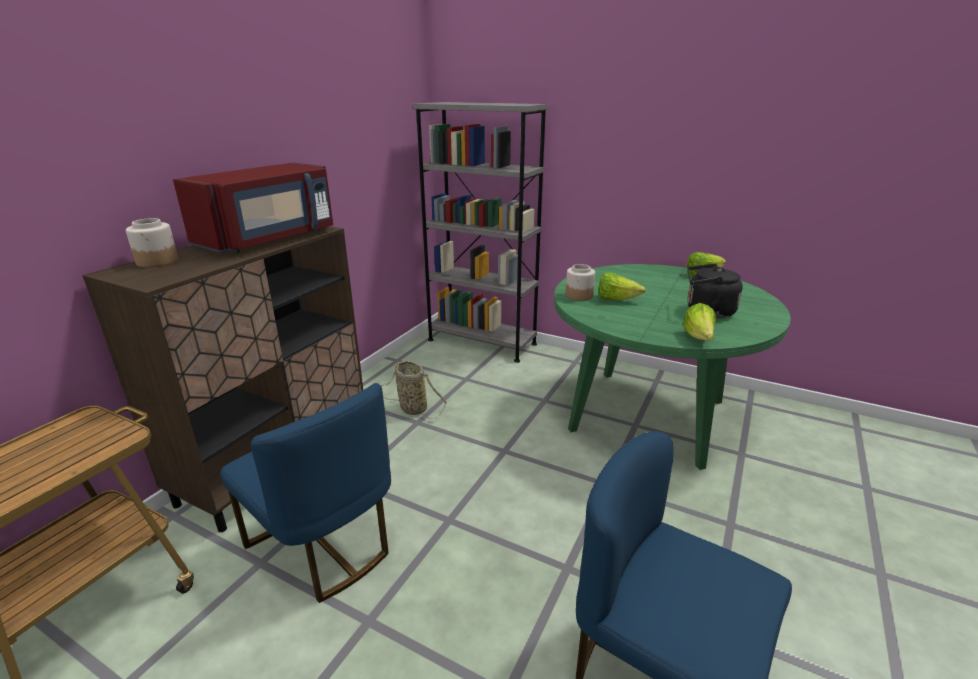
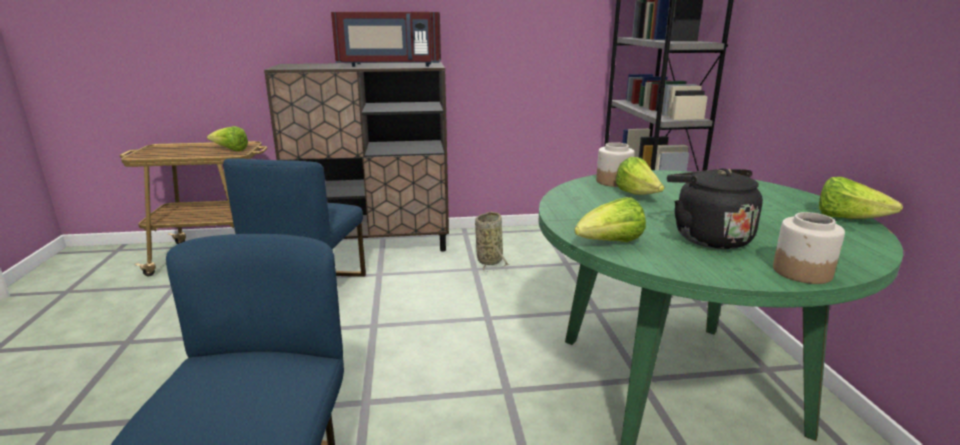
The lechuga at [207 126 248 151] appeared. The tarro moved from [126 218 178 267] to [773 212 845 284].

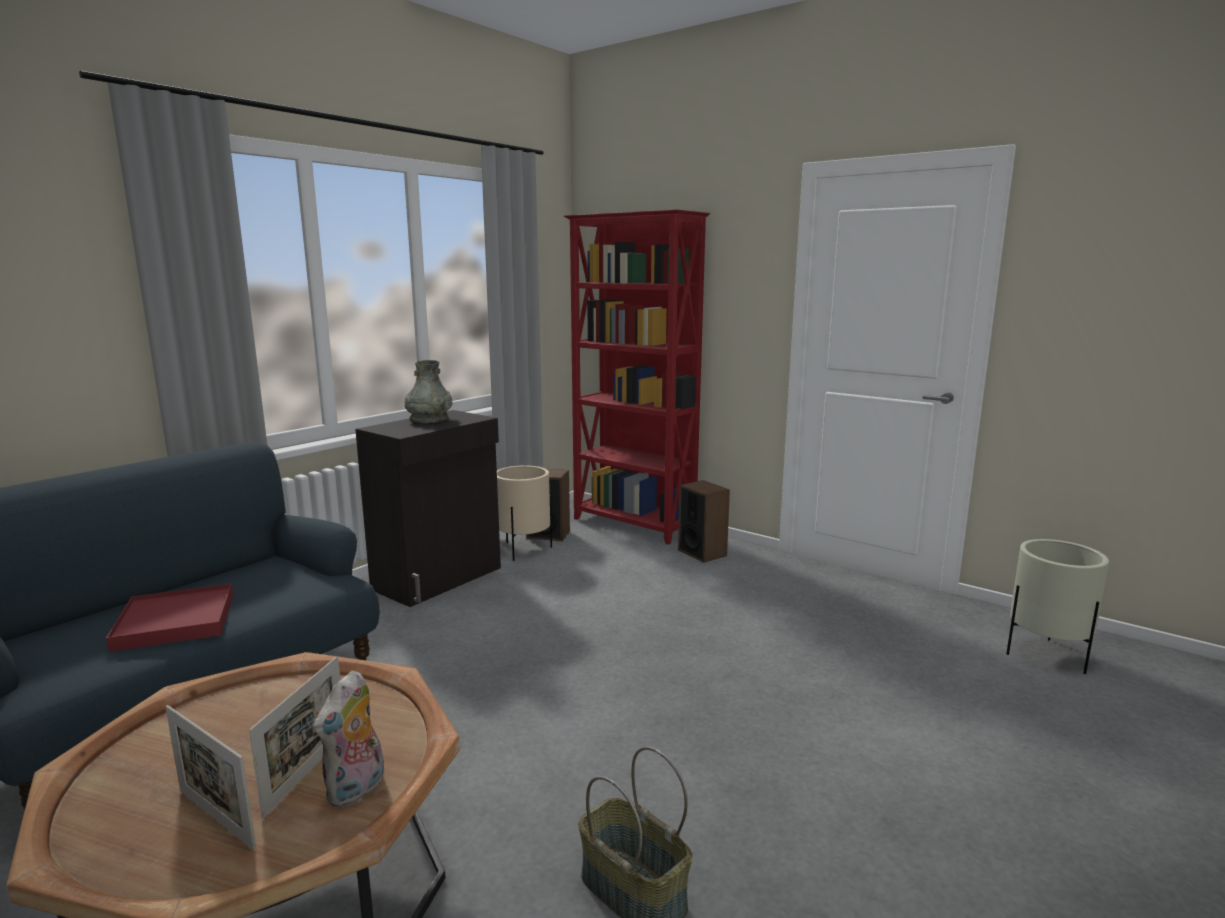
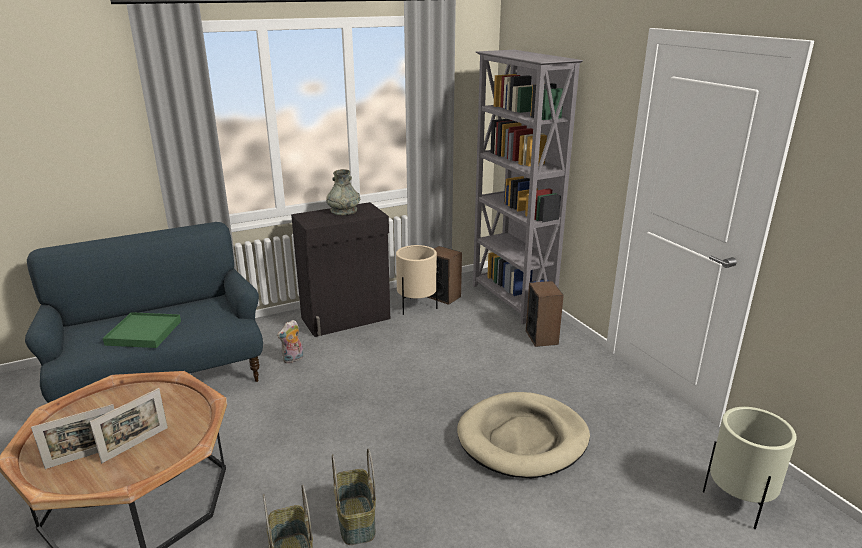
The cesta at [332 448 376 545] appeared. The cama para perro (beis) at [457 392 590 479] appeared. The peluche moved from [313 670 384 808] to [277 320 304 363]. The bandeja (rojo) at [106 584 233 652] became the bandeja (verde) at [103 312 181 348]. The estantería (rojo) at [564 209 710 545] became the estantería (gris) at [473 50 583 324]. The portarretratos at [165 705 256 850] turned 90 degrees counterclockwise.

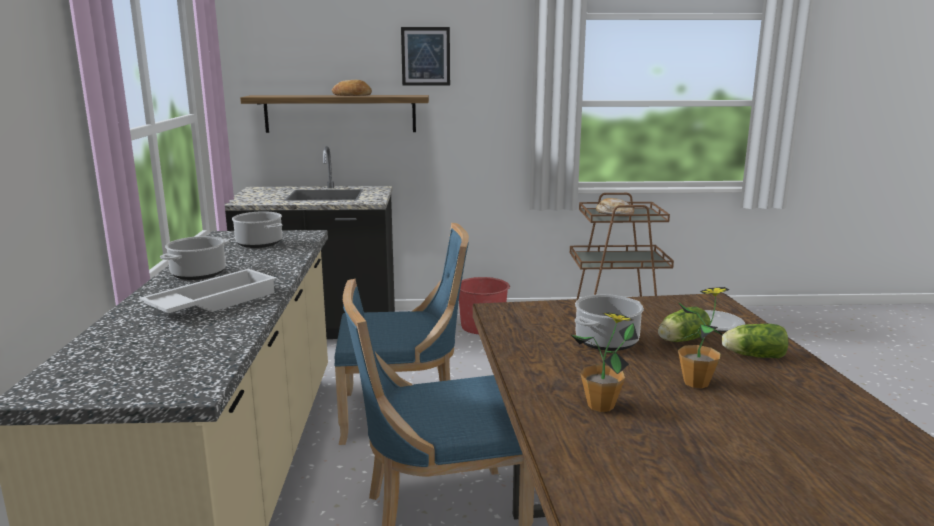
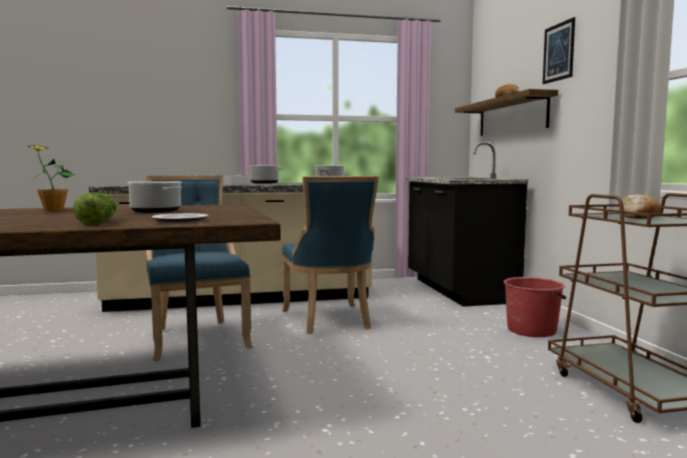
The lechuga at [658 307 711 342] disappeared. The planta en maceta at [677 287 730 388] disappeared.

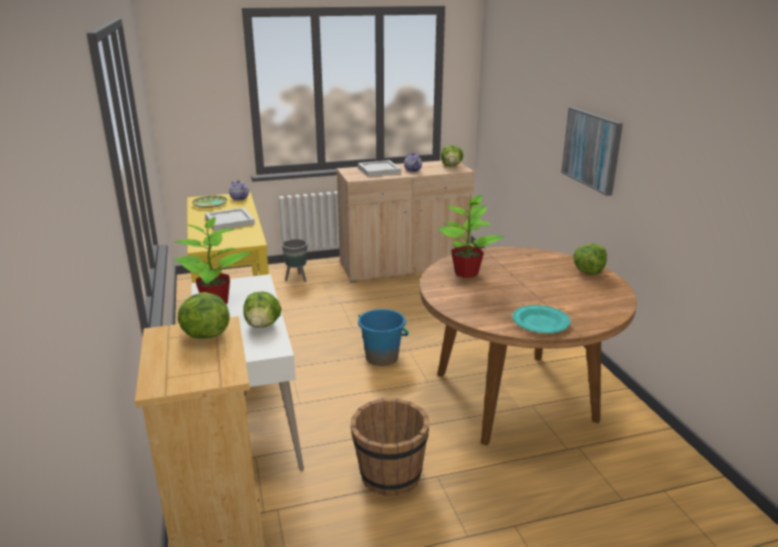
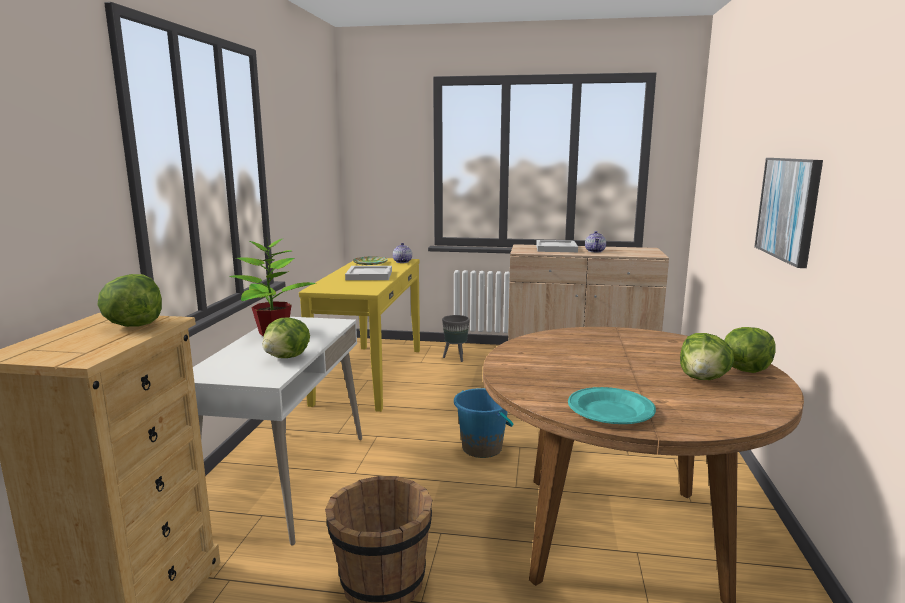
The planta en maceta at [438 195 504 278] disappeared. The lechuga moved from [441 145 463 166] to [680 333 734 380].

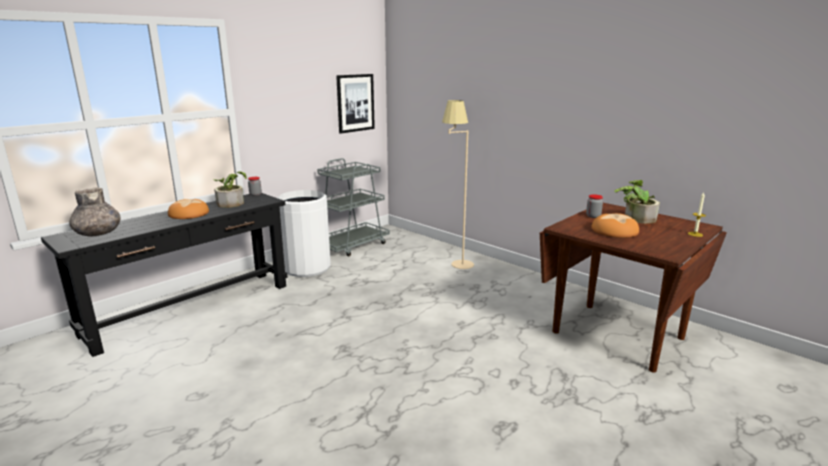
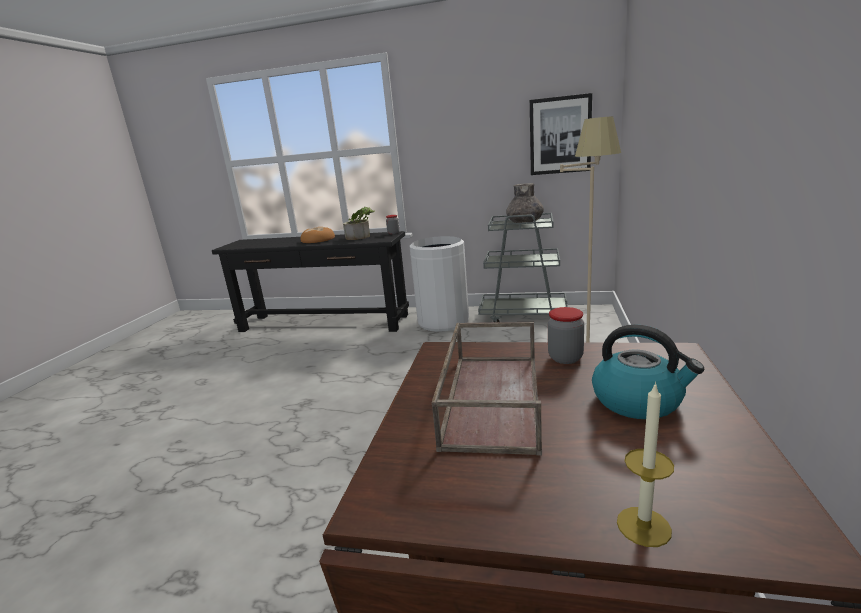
The florero (gris) moved from [69 187 120 237] to [506 183 544 223]. The pan at [591 213 639 238] was replaced by the bandeja (marrón) at [432 322 542 456]. The planta en maceta at [615 180 660 224] was replaced by the hervidor at [592 324 704 419].

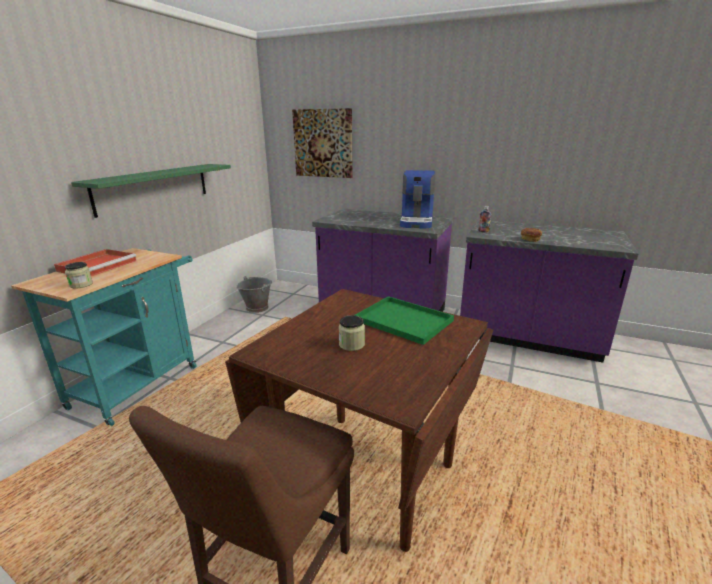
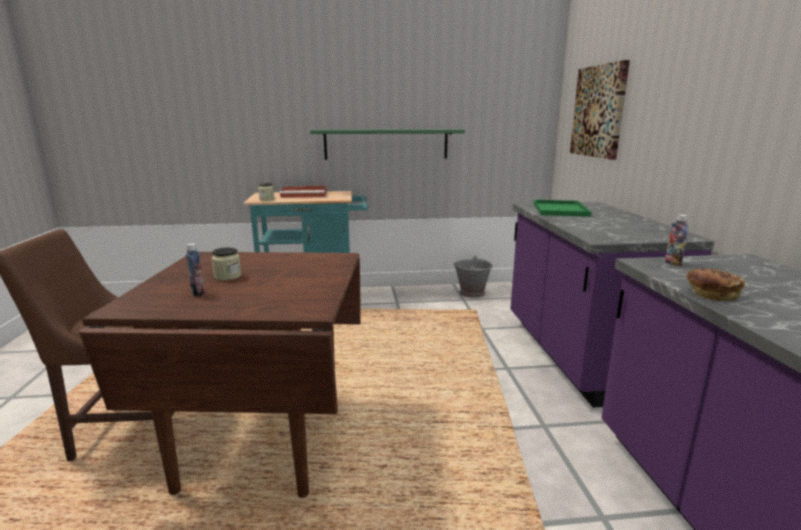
The cafetera at [400 170 435 229] disappeared. The botella at [186 243 205 297] appeared. The bandeja (verde) moved from [355 296 454 345] to [533 200 591 217].

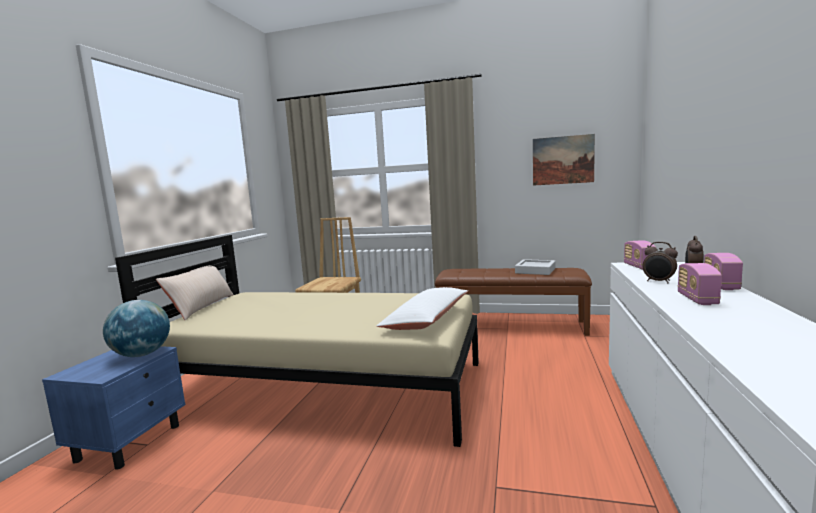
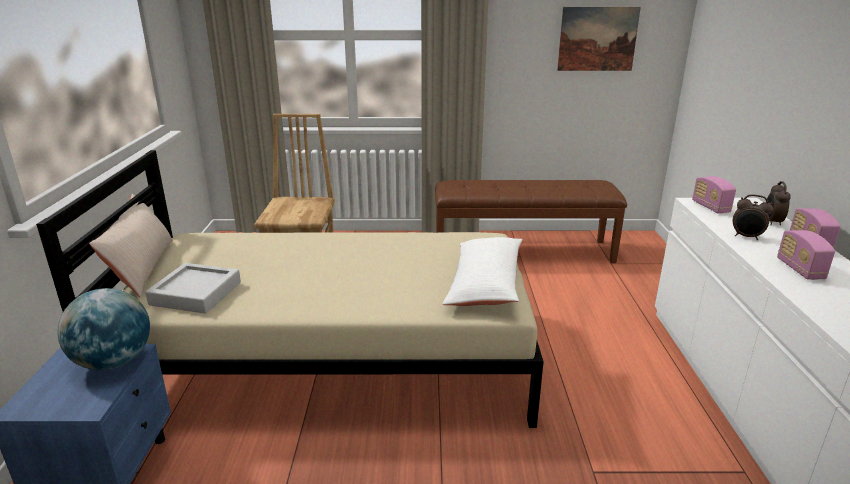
The bandeja (gris) moved from [515 259 556 275] to [145 263 241 314].

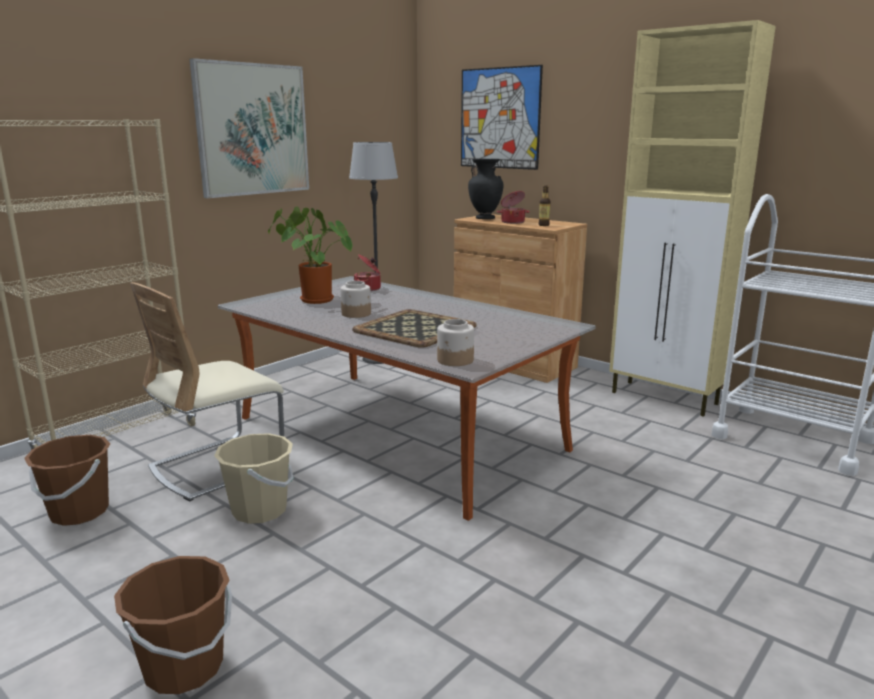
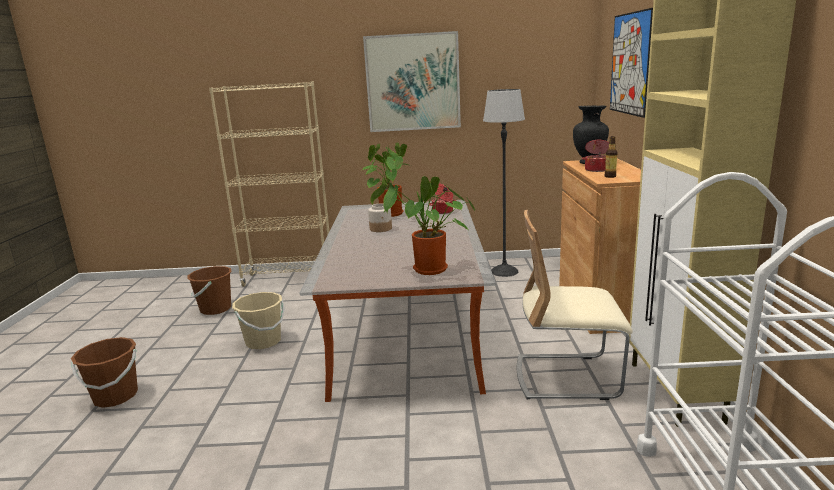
The bandeja at [352 309 477 348] disappeared. The tarro at [437 319 474 366] disappeared. The planta en maceta at [370 176 475 275] appeared. The silla (beis) moved from [130 282 284 501] to [517 210 633 400].

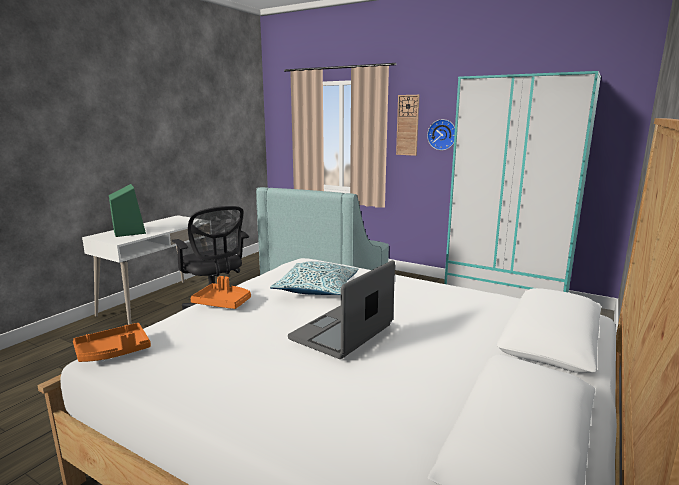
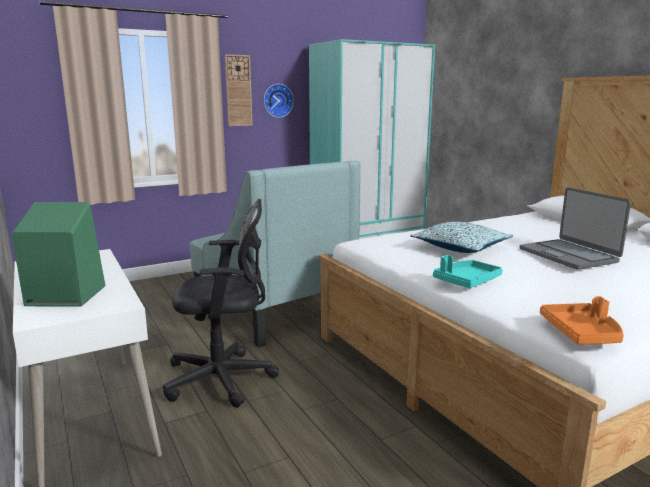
The bandeja (naranja) at [190 276 251 309] became the bandeja (turquesa) at [433 255 503 288].

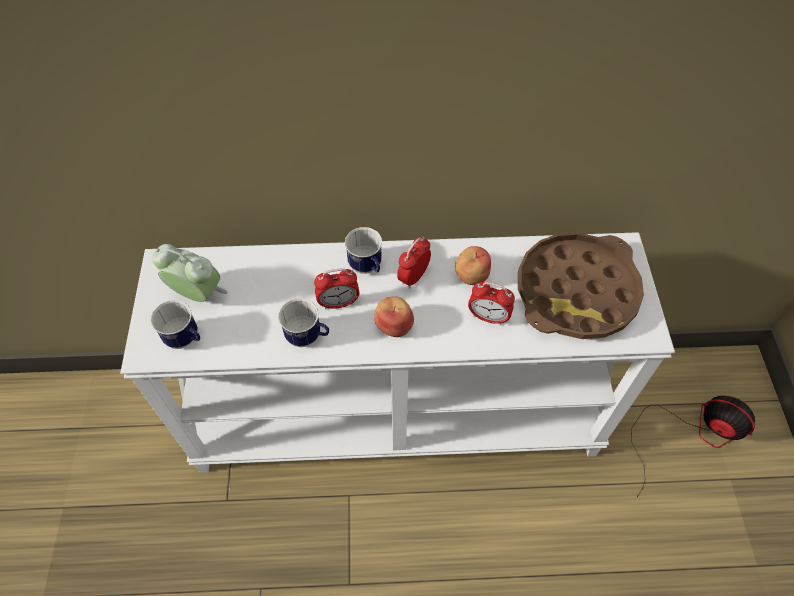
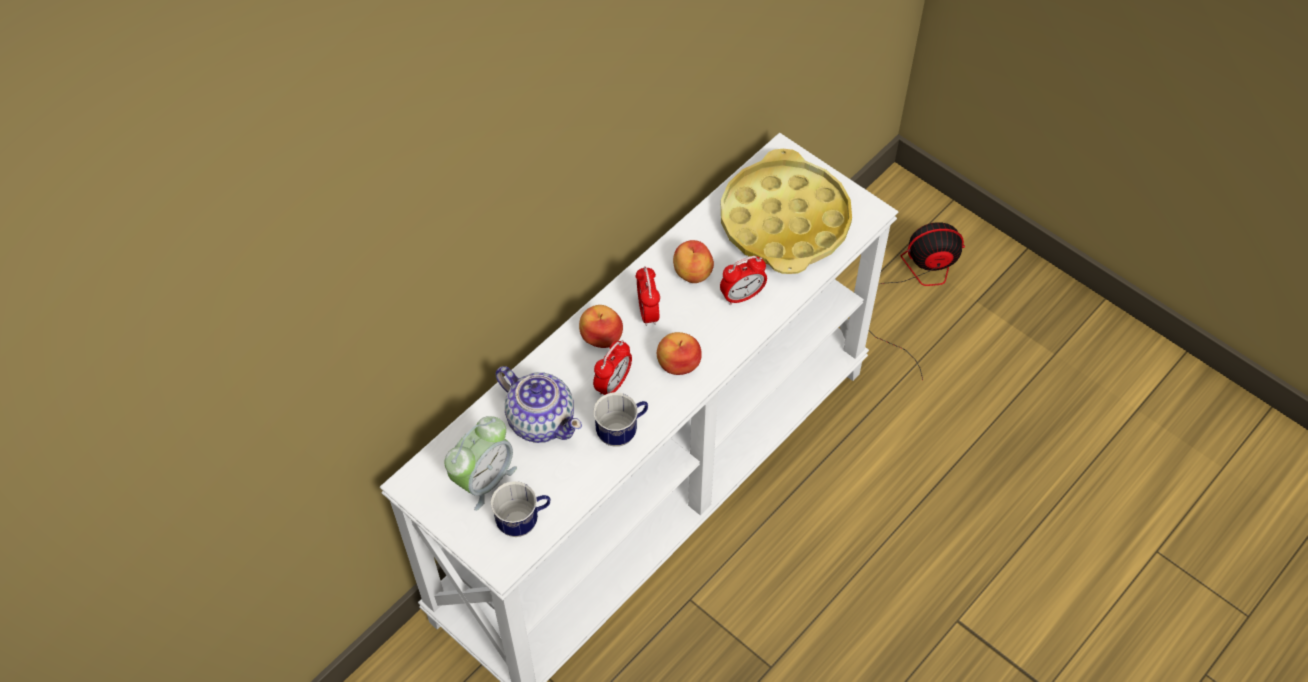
The tetera at [495 366 582 443] appeared. The taza grande at [345 227 382 274] was replaced by the manzana at [579 305 623 348]. The bandeja (marrón) at [518 233 644 339] became the bandeja (amarillo) at [721 149 852 274]. The despertador at [152 244 228 302] turned 150 degrees clockwise.

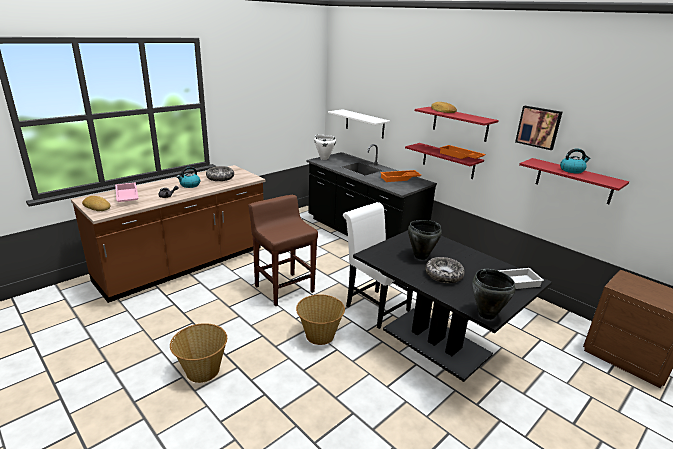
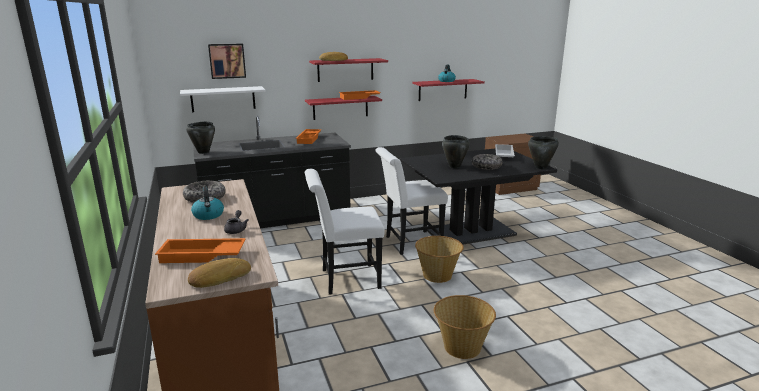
The cuadro moved from [515 106 562 150] to [208 44 246 79]. The taburete (marrón) at [248 195 318 306] was replaced by the silla (blanco) at [305 169 385 295]. The bandeja (rosa) at [115 182 139 202] became the bandeja (naranja) at [155 238 246 263]. The olla (blanco) at [314 135 336 160] became the olla (negro) at [186 122 215 154].

